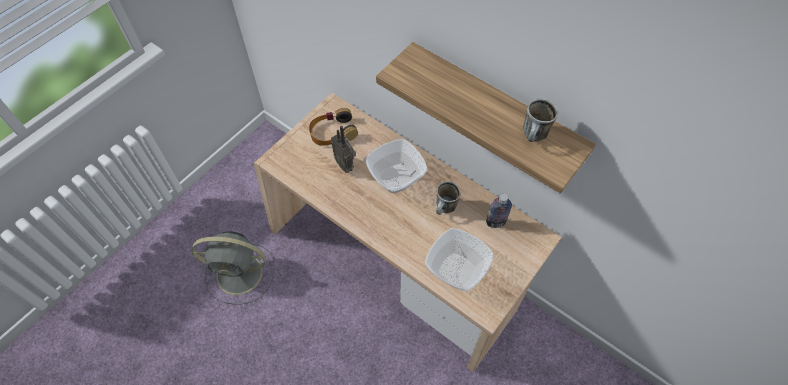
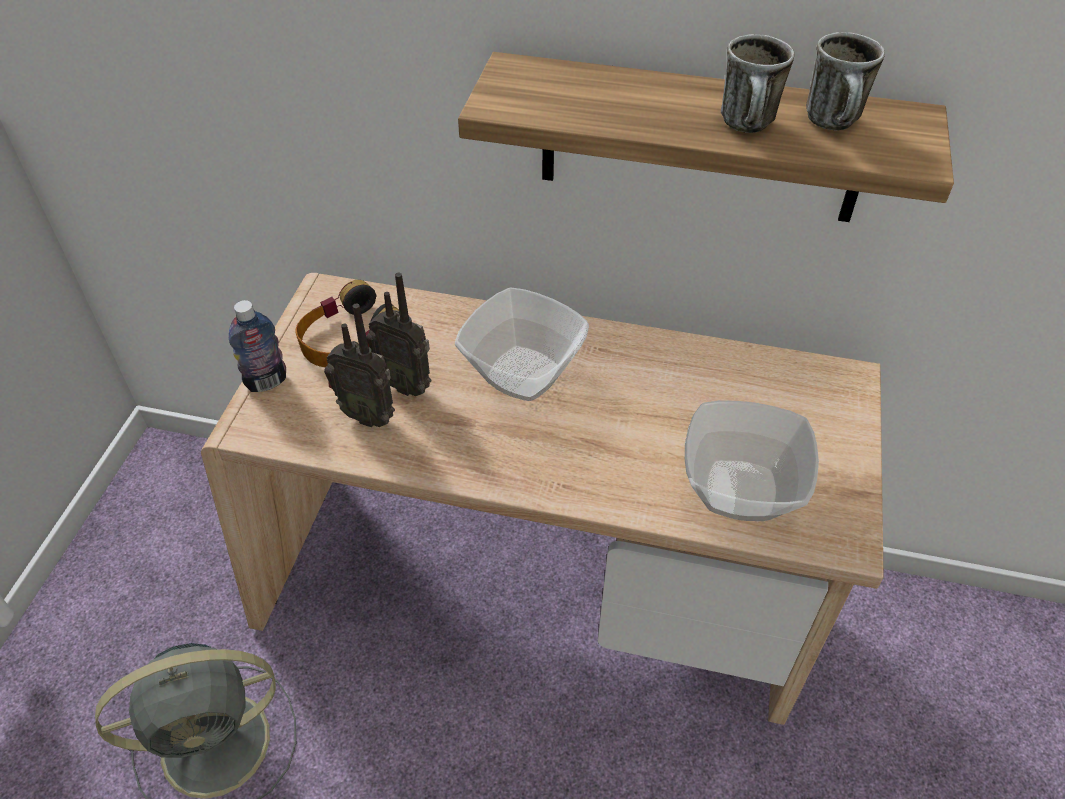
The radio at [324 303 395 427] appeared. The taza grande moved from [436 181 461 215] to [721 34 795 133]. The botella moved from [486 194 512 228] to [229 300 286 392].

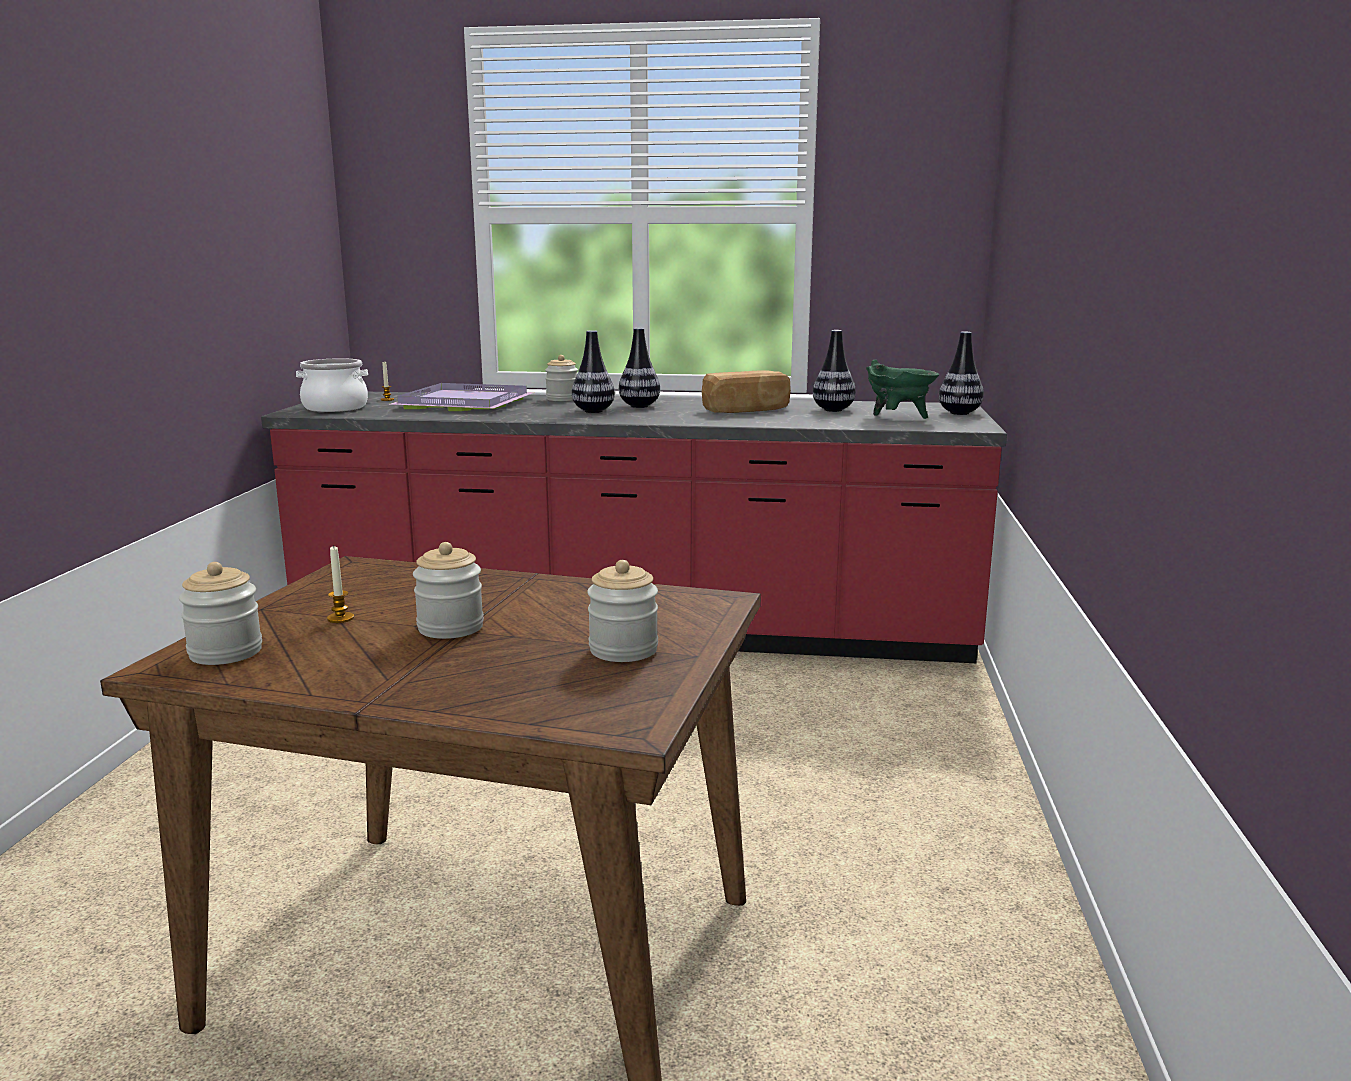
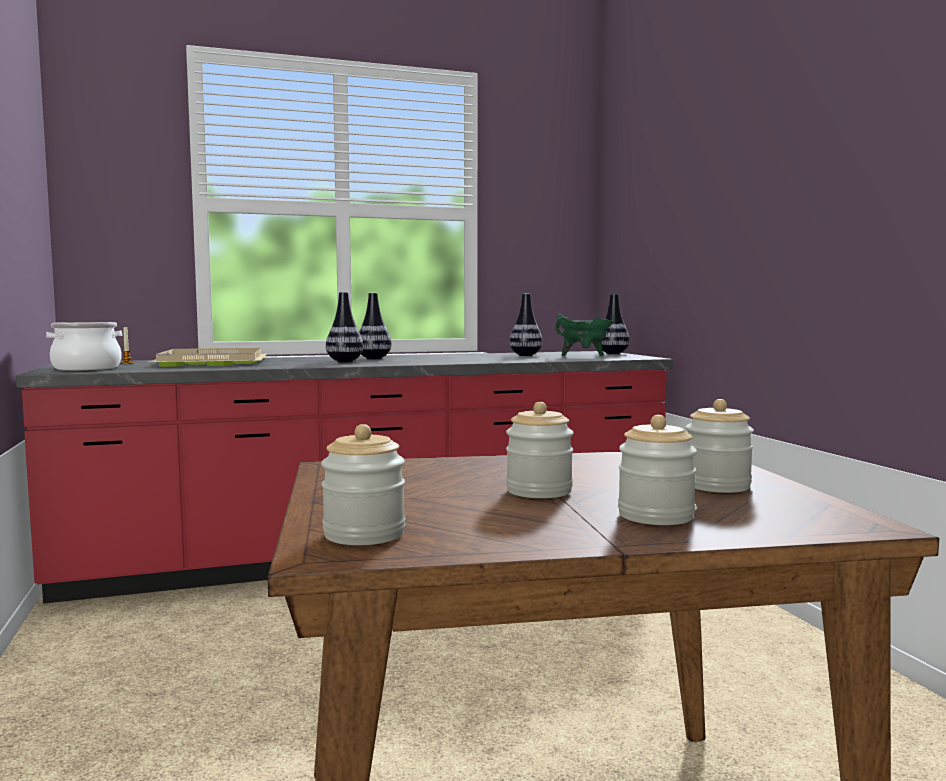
The vela at [327 545 354 623] disappeared. The pan at [702 370 791 413] disappeared. The tarro moved from [545 355 578 401] to [618 415 697 525]. The bandeja (morado) at [390 383 535 411] became the bandeja (beis) at [149 348 267 367].

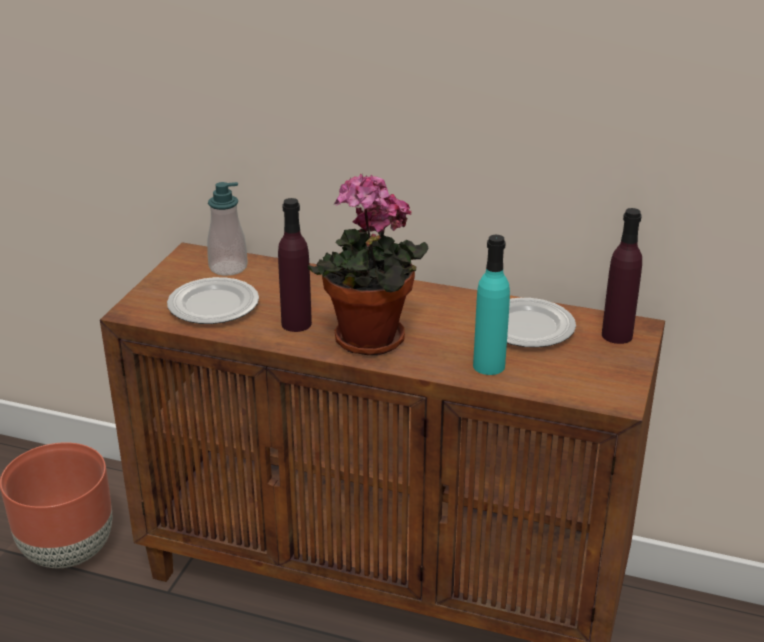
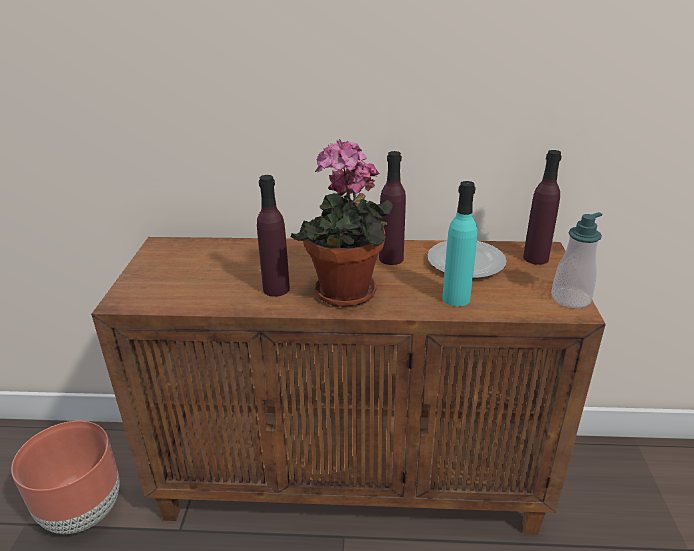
The plato at [167 277 259 324] disappeared. The botella (morado) at [379 151 406 265] appeared. The dispensador de jabón moved from [207 182 248 276] to [551 212 603 308].

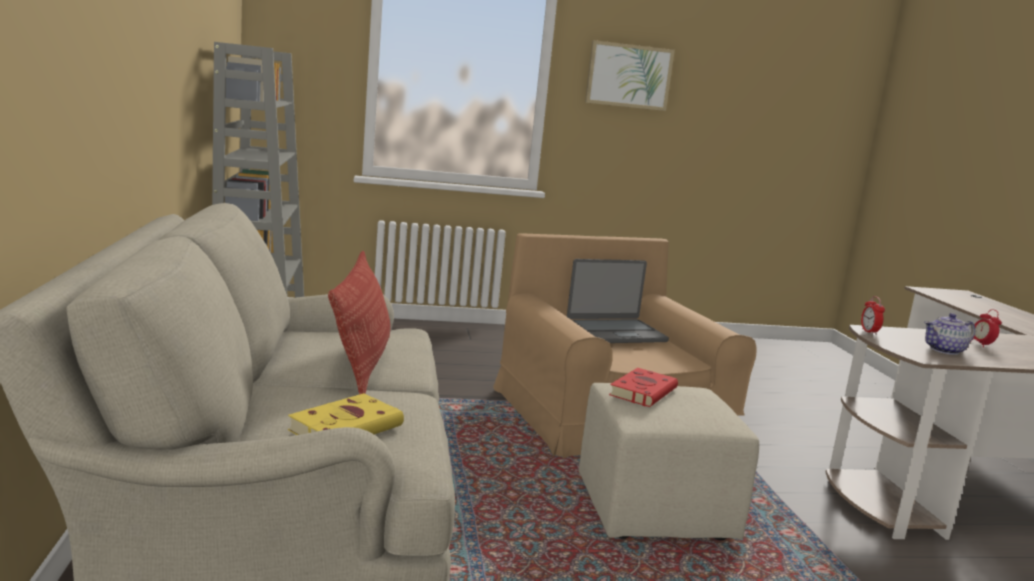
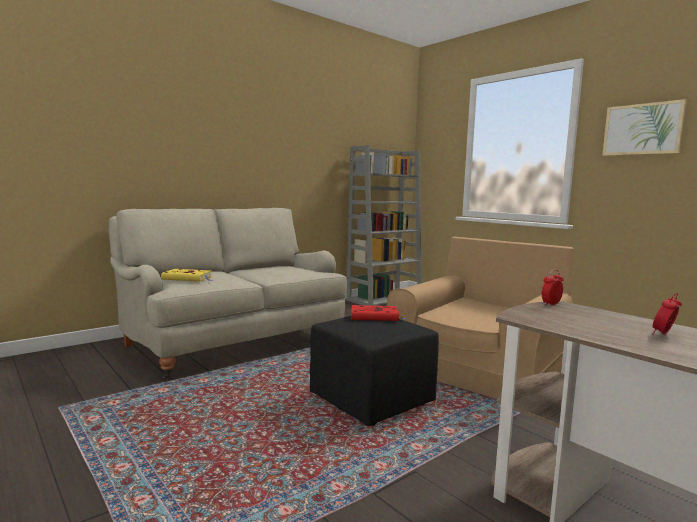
The cojín at [328 251 390 394] disappeared. The portátil at [567 259 669 343] disappeared. The tetera at [924 313 975 355] disappeared. The puf (beis) at [579 383 759 540] became the puf (negro) at [310 316 439 426].

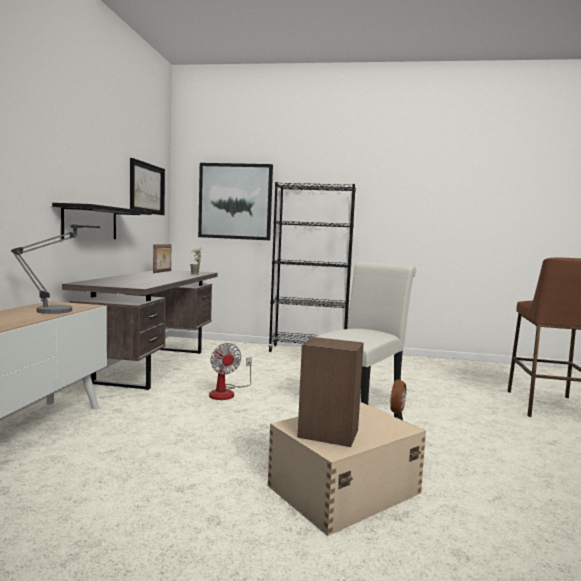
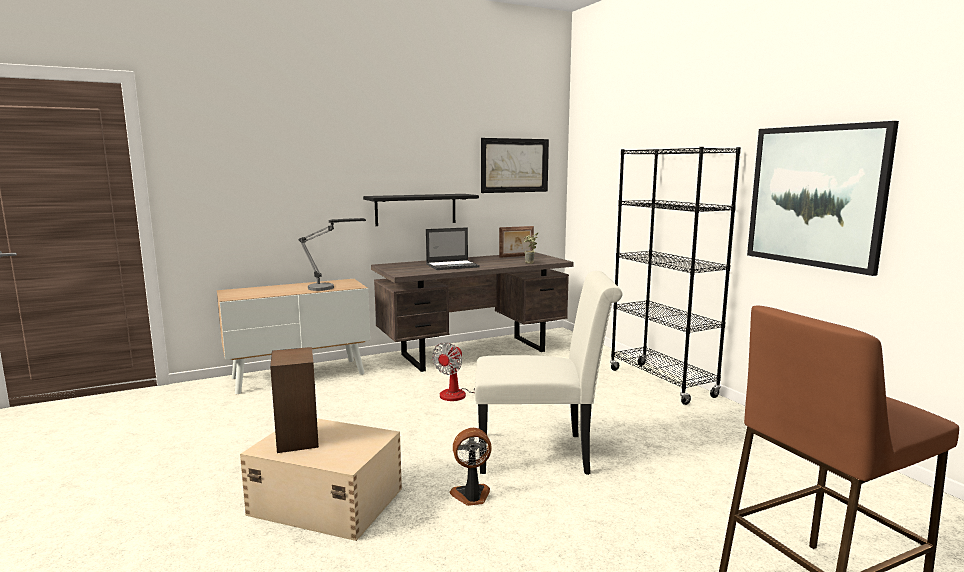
The portátil at [426 227 480 270] appeared. The cuadro moved from [198 163 273 240] to [747 121 899 276].

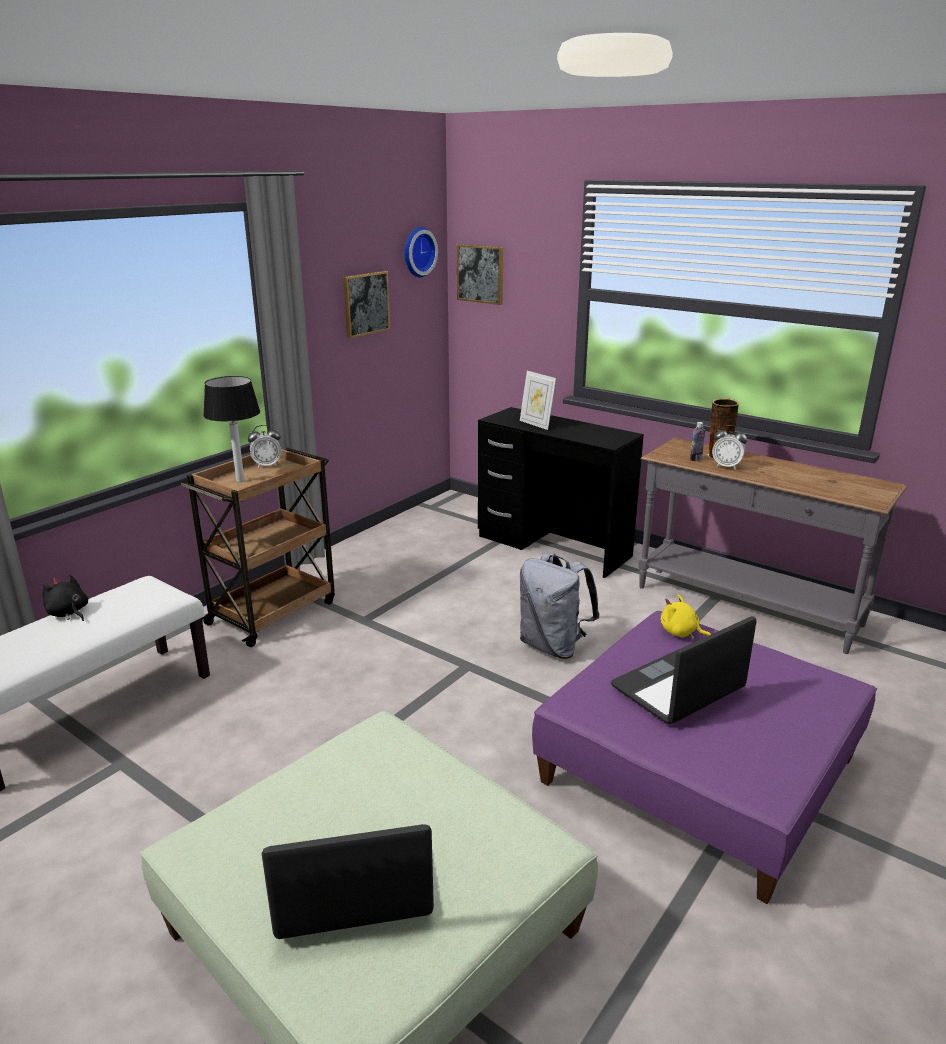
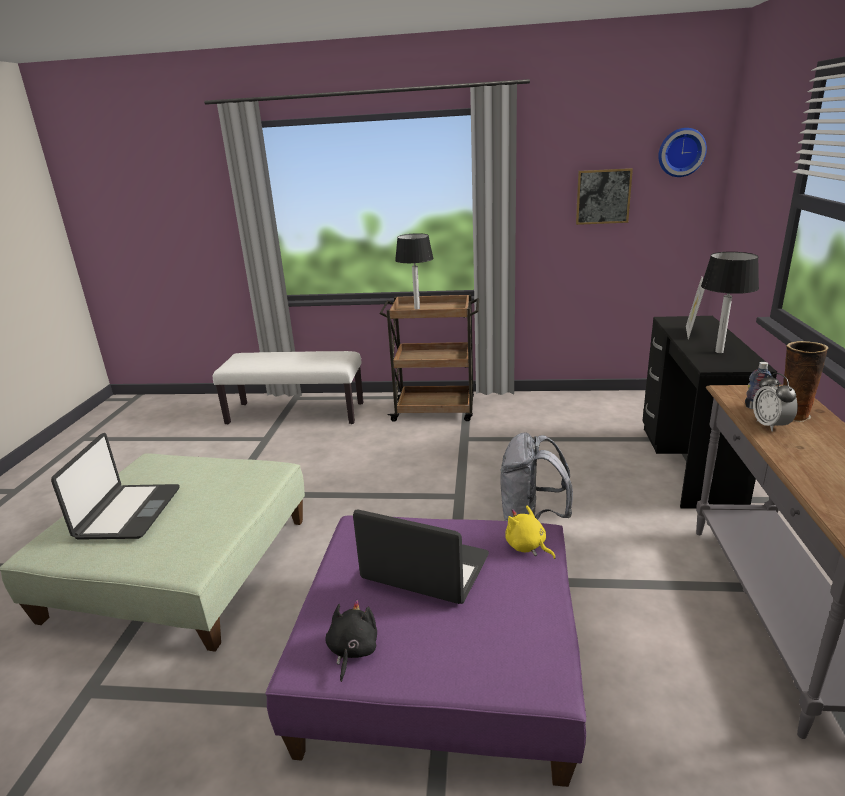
The despertador at [248 425 281 468] disappeared. The cuadro at [457 244 503 305] disappeared. The lámpara de mesa at [701 252 759 353] appeared. The peluche (negro) moved from [42 574 88 621] to [325 600 377 682]. The portátil at [262 824 434 939] turned 45 degrees clockwise. The peluche (amarillo) at [661 594 711 639] turned 45 degrees counterclockwise.

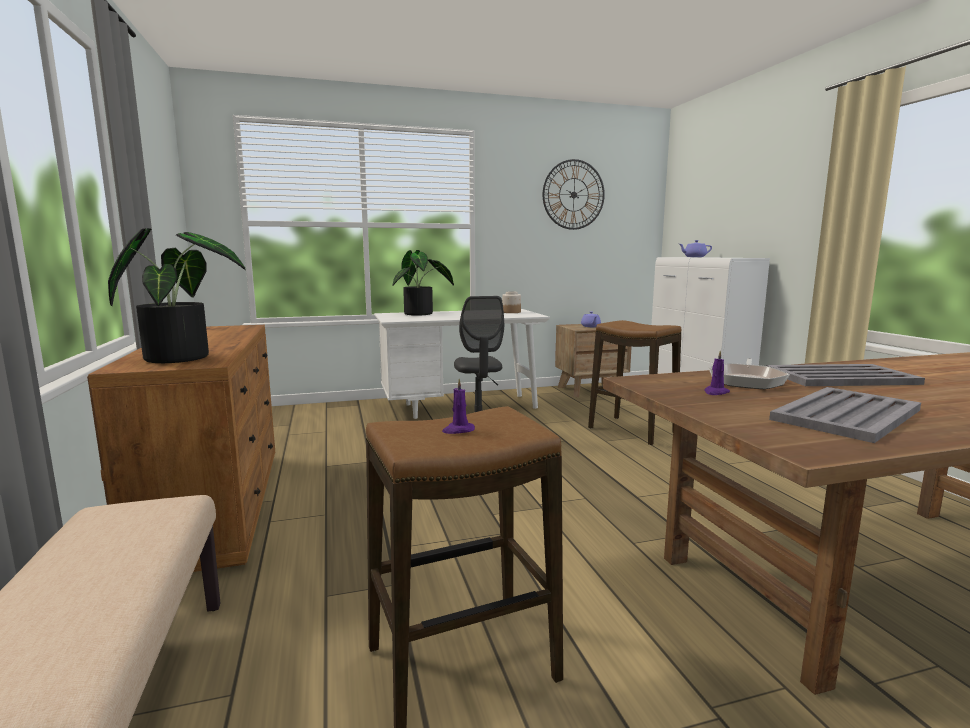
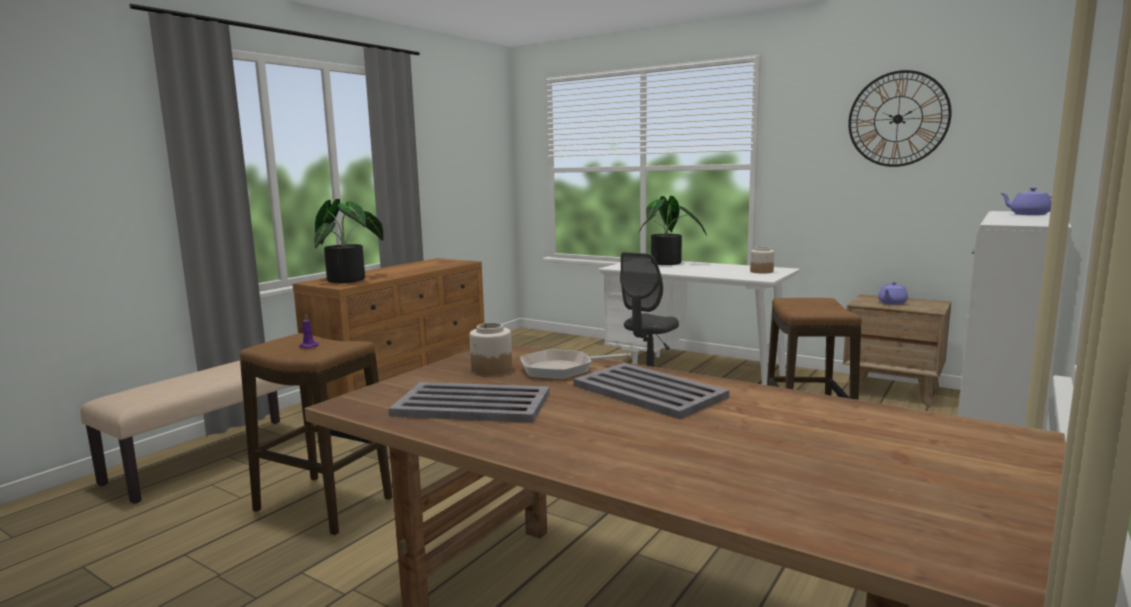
The vela (morado) at [705 350 730 395] was replaced by the tarro at [469 323 512 375].

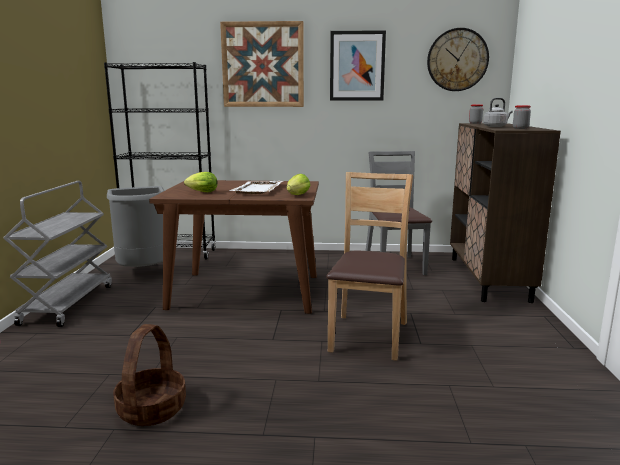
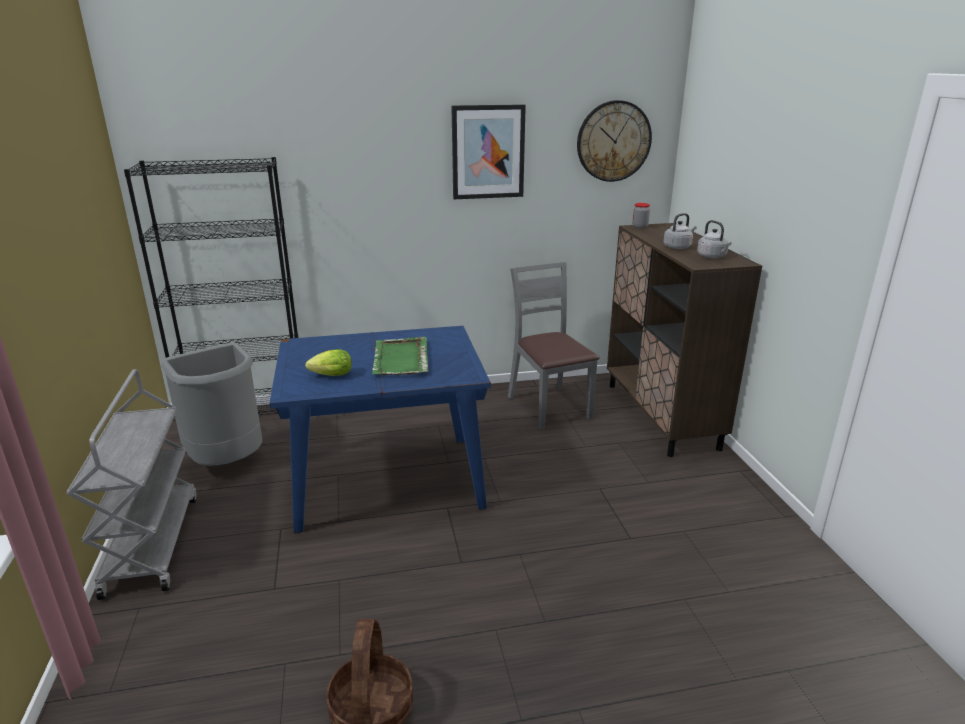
The cuadro at [220 21 304 107] disappeared. The lechuga at [287 174 311 195] disappeared. The silla (marrón) at [326 172 413 361] disappeared. The tarro at [513 105 531 129] was replaced by the hervidor (gris) at [697 220 731 258]. The mesa de comedor (marrón) at [149 180 319 314] became the mesa de comedor (azul) at [269 326 491 533]. The bandeja (blanco) at [229 181 283 194] became the bandeja (verde) at [372 337 428 375].

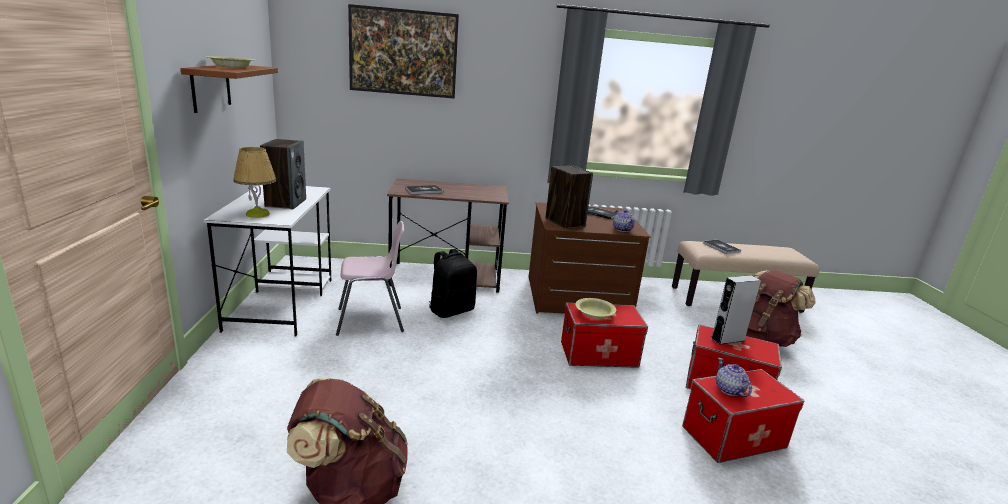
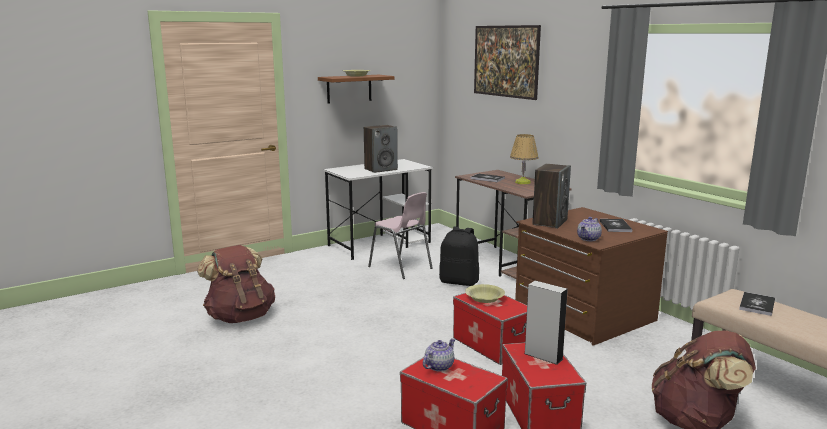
The lámpara de mesa moved from [233 147 277 218] to [510 134 538 184].

